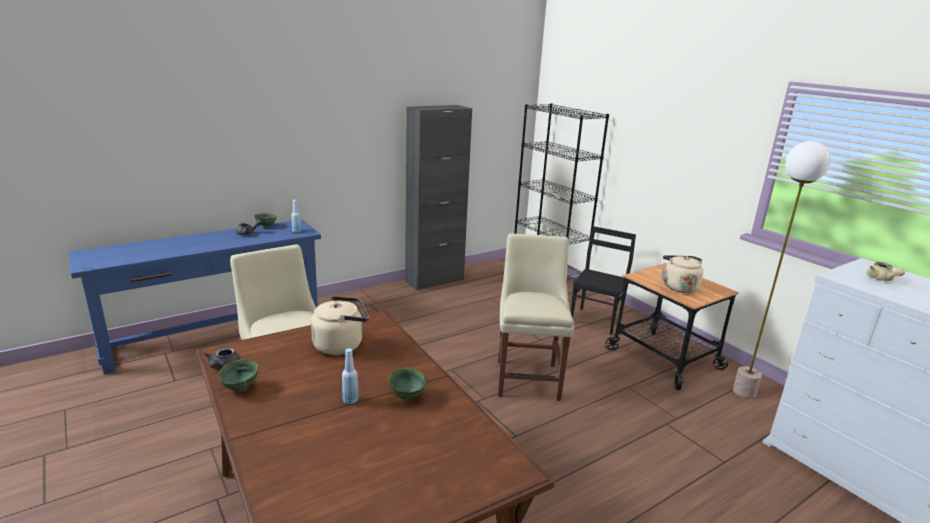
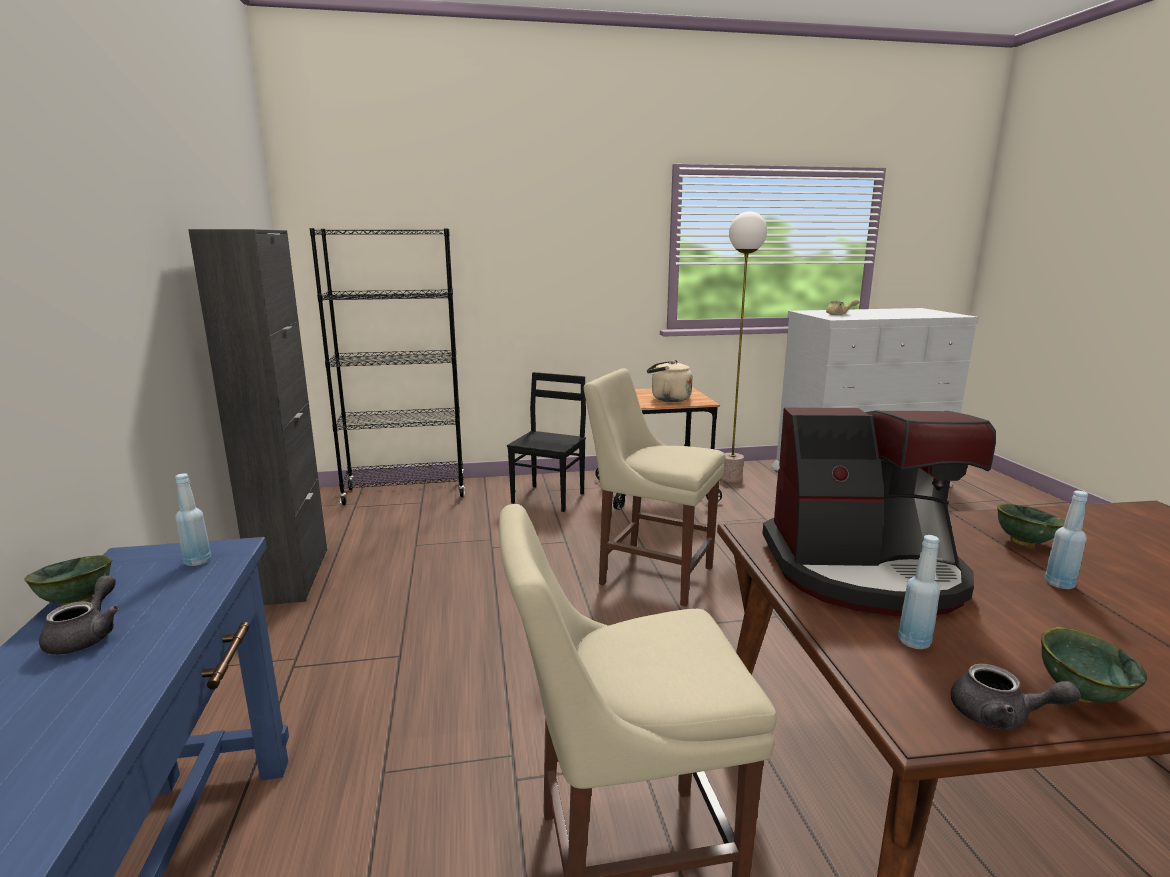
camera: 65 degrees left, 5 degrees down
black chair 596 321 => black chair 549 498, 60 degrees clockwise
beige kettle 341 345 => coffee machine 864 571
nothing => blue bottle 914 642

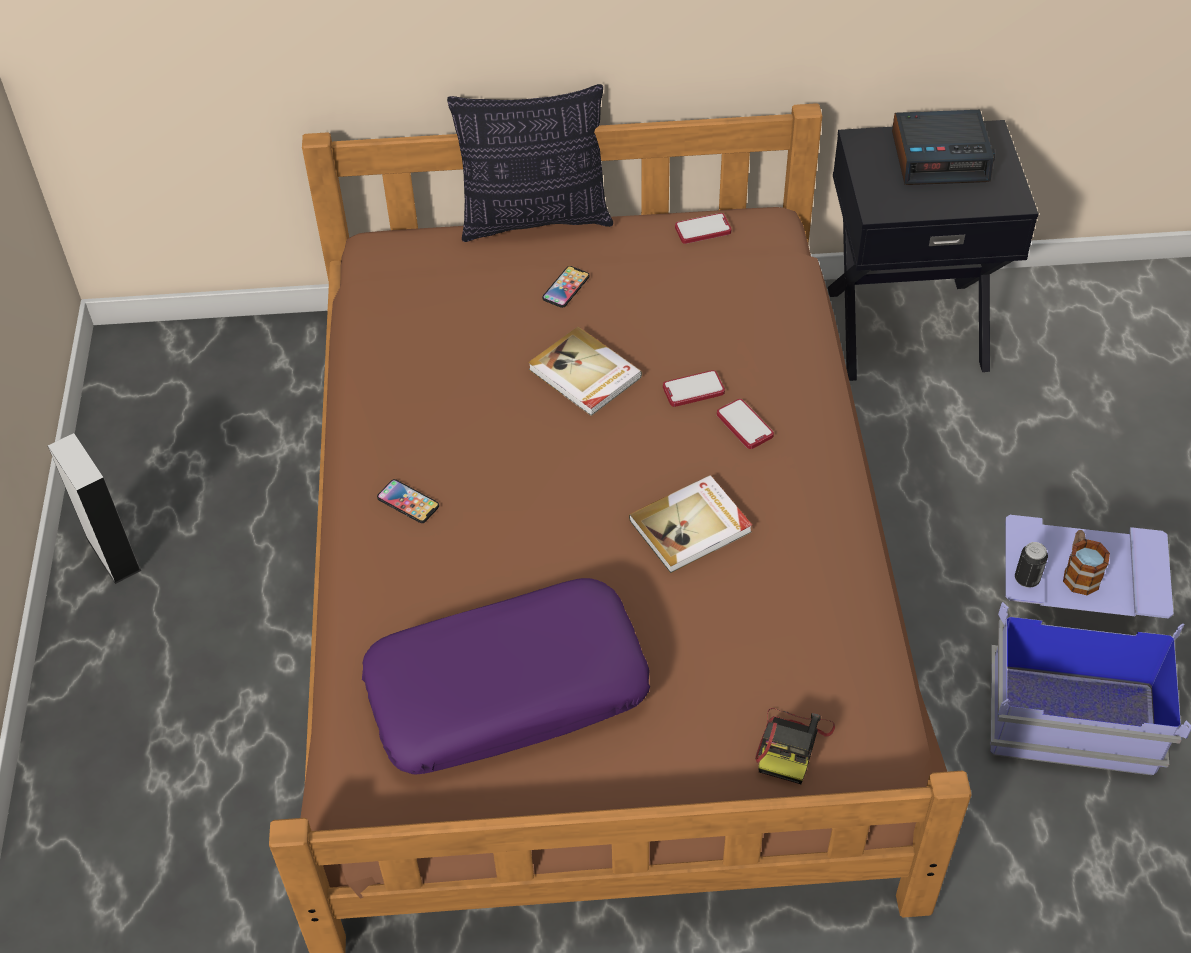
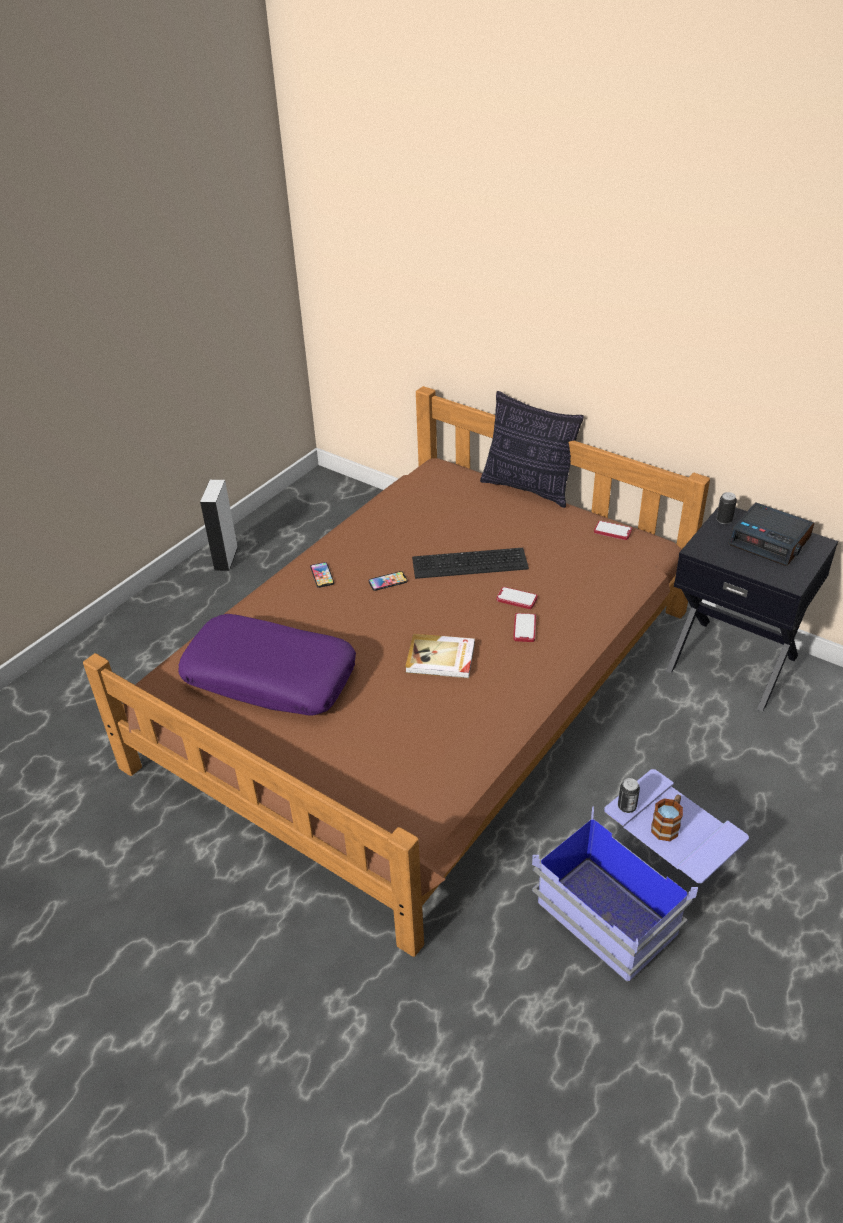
camera: 40 degrees right, 10 degrees down
phone 566 287 => phone 388 581, moved
book 584 375 => keyboard 469 565
photo camera 792 744 => nothing
nothing => can 724 520

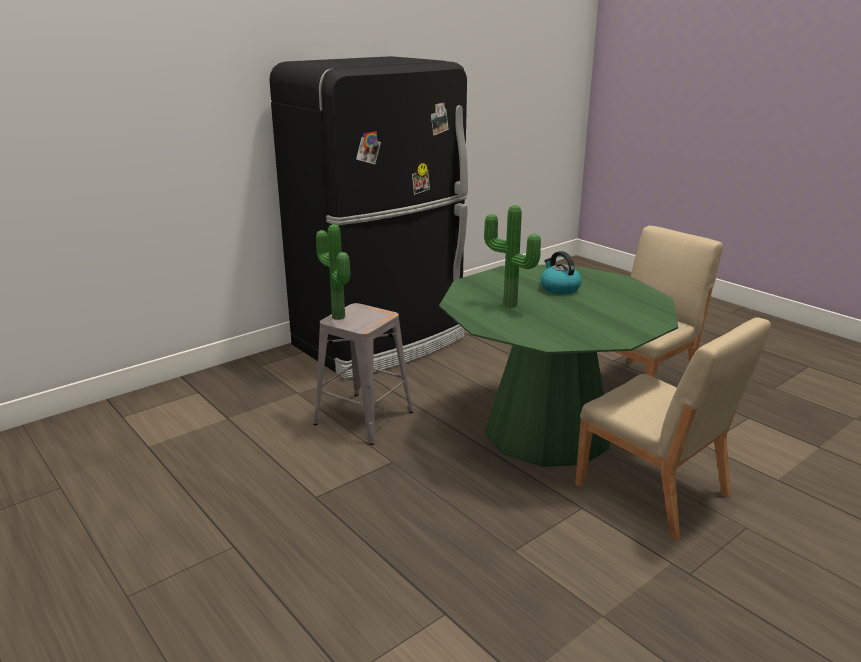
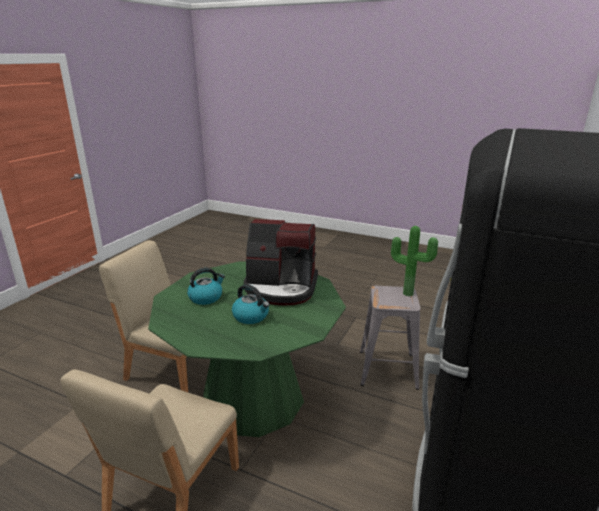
camera: 155 degrees right, 0 degrees up
potted plant 508 306 => coffee machine 281 288
nothing => kettle 206 297

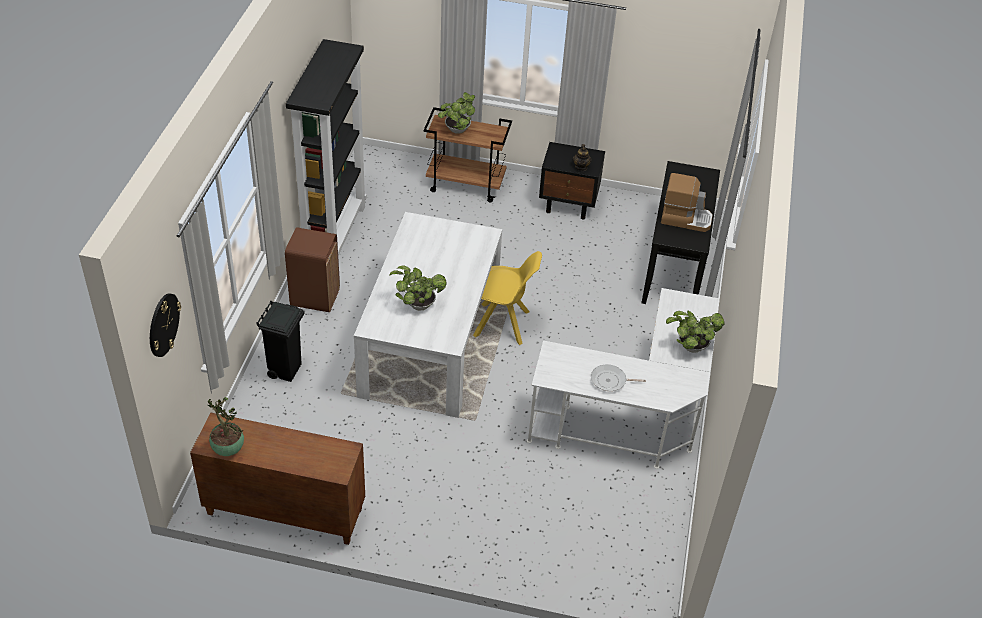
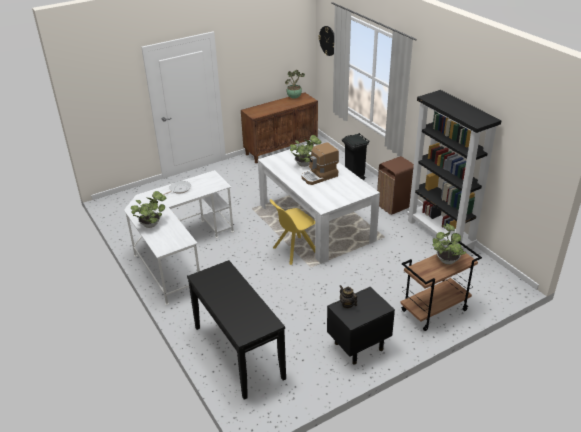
camera: 140 degrees right, 10 degrees down
coffee machine 685 218 => coffee machine 319 176, moved

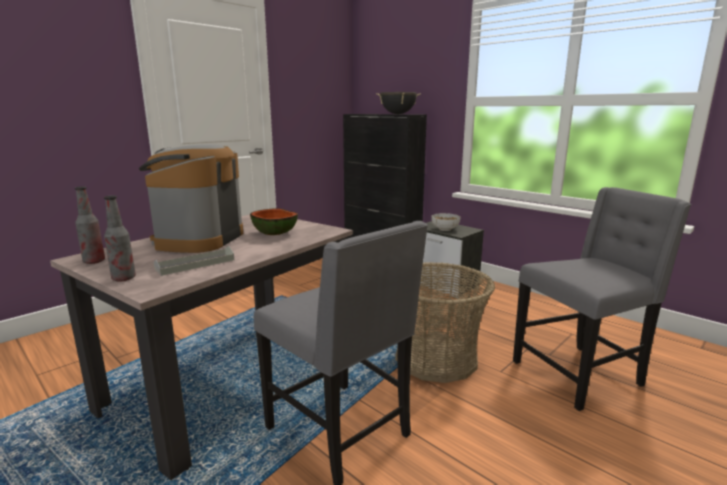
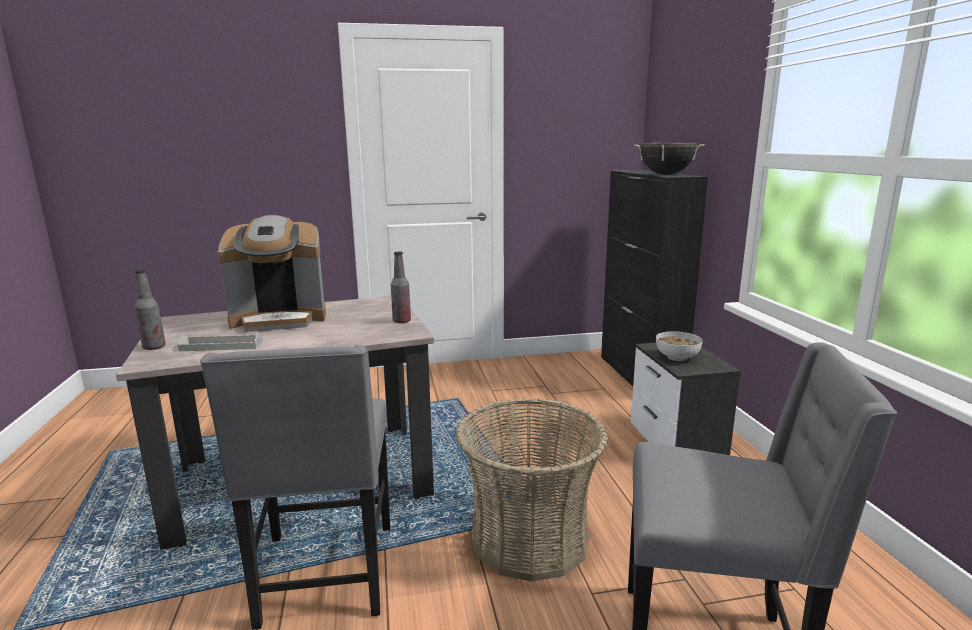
camera: 35 degrees right, 0 degrees up
coffee machine 198 239 => coffee machine 280 319, 150 degrees counterclockwise
bottle 94 261 => bottle 401 321, moved
bowl 275 233 => nothing

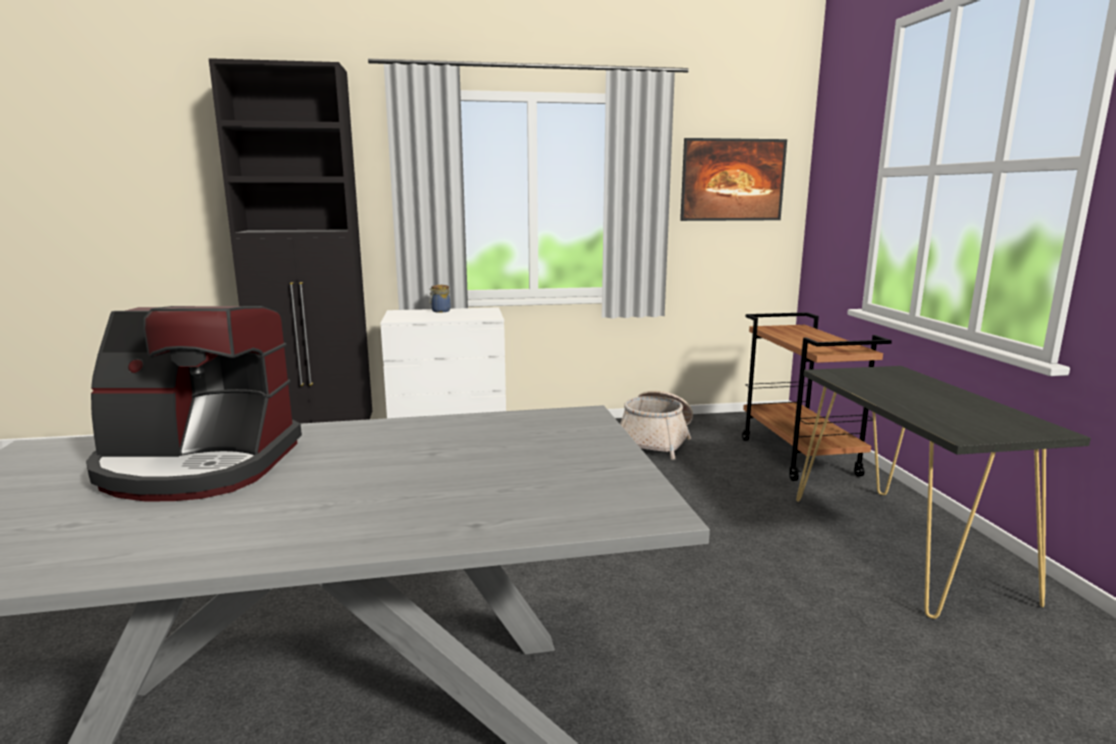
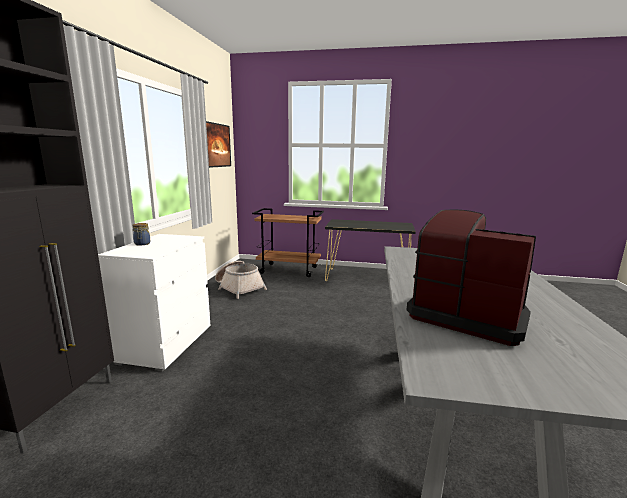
camera: 70 degrees left, 0 degrees up
coffee machine 198 466 => coffee machine 466 315, 75 degrees counterclockwise

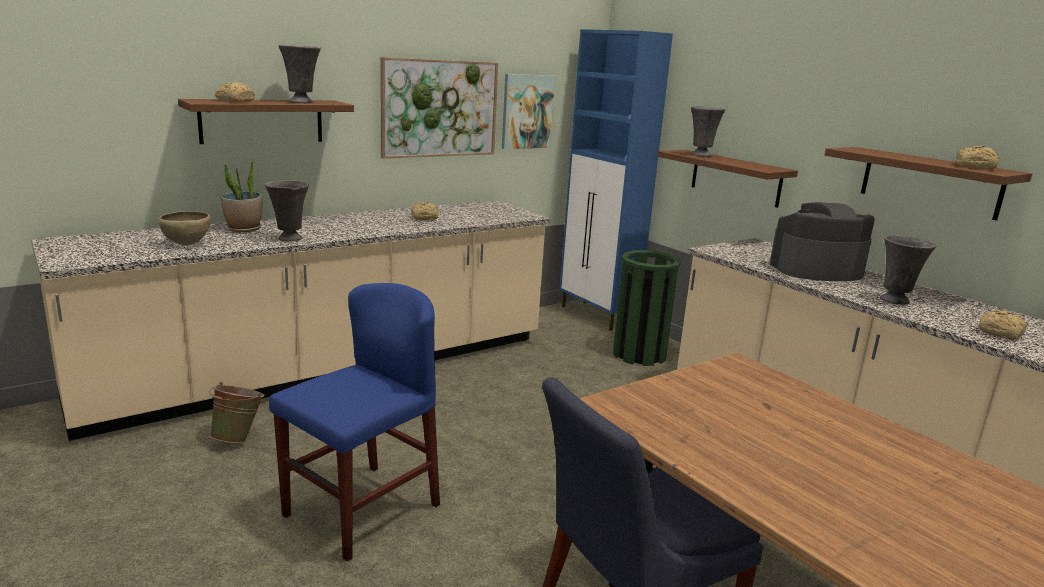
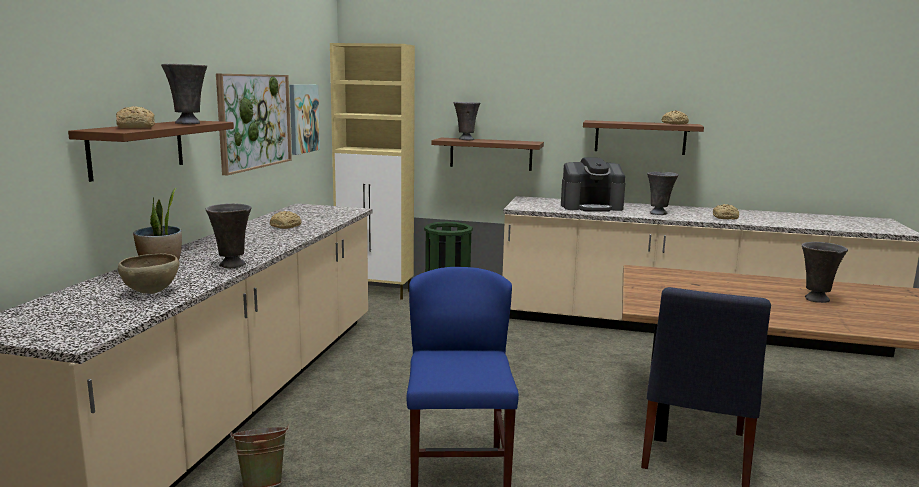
camera: 40 degrees left, 5 degrees down
blue cabinet 597 316 => beige cabinet 376 292
coffee machine 816 270 => coffee machine 591 207, 135 degrees counterclockwise
nothing => grey vase 816 300

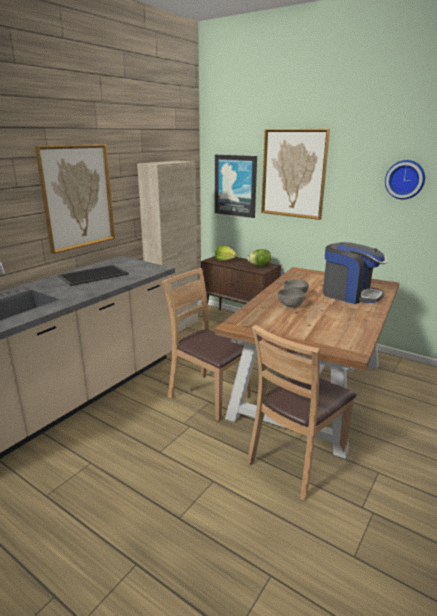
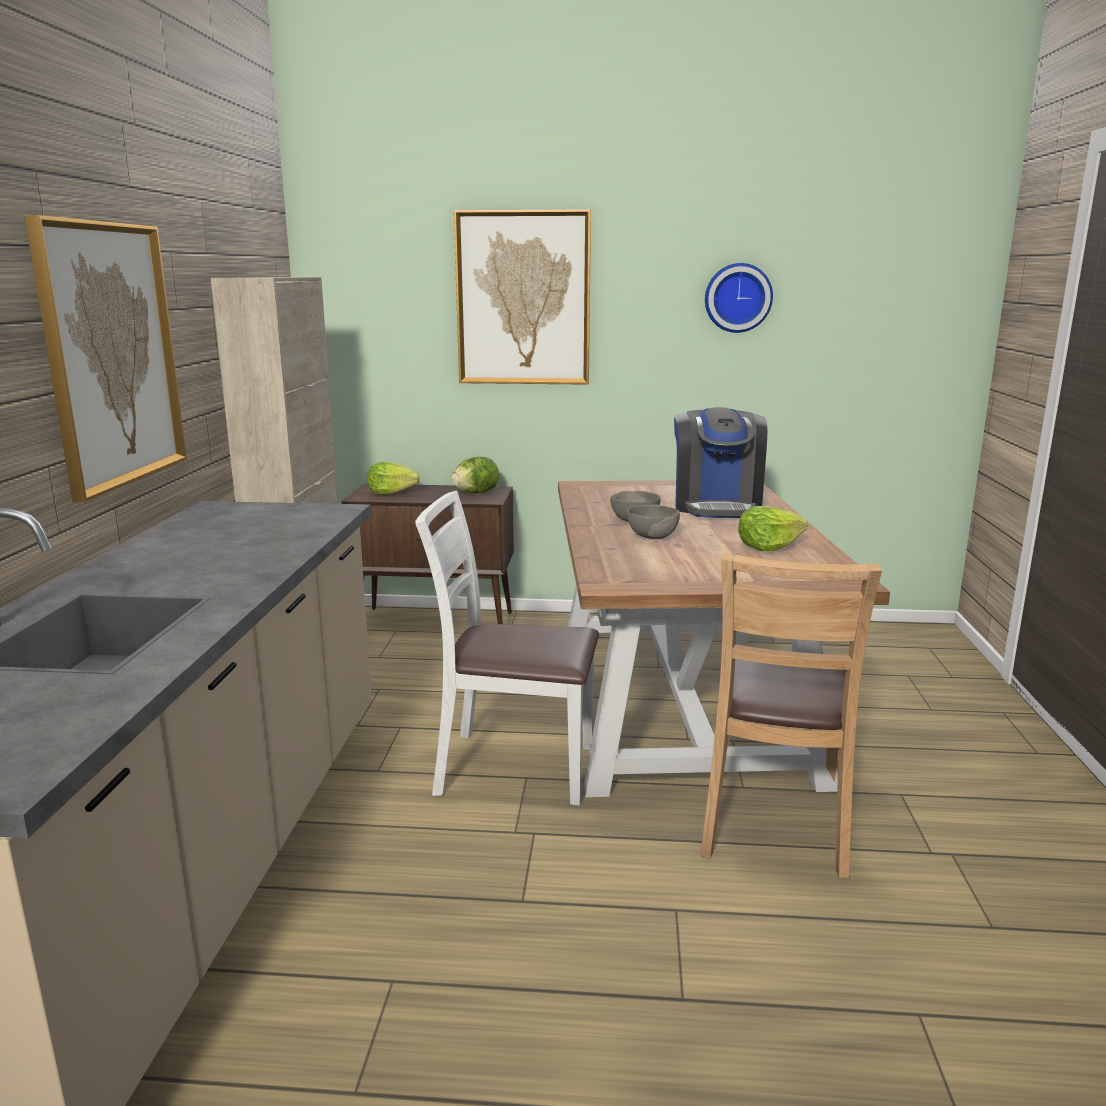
camera: 30 degrees left, 5 degrees down
picture 235 186 => nothing
coffee machine 350 294 => coffee machine 716 506, 90 degrees clockwise
tray 93 275 => nothing
brown chair 208 396 => white chair 513 768
nothing => lettuce 768 547

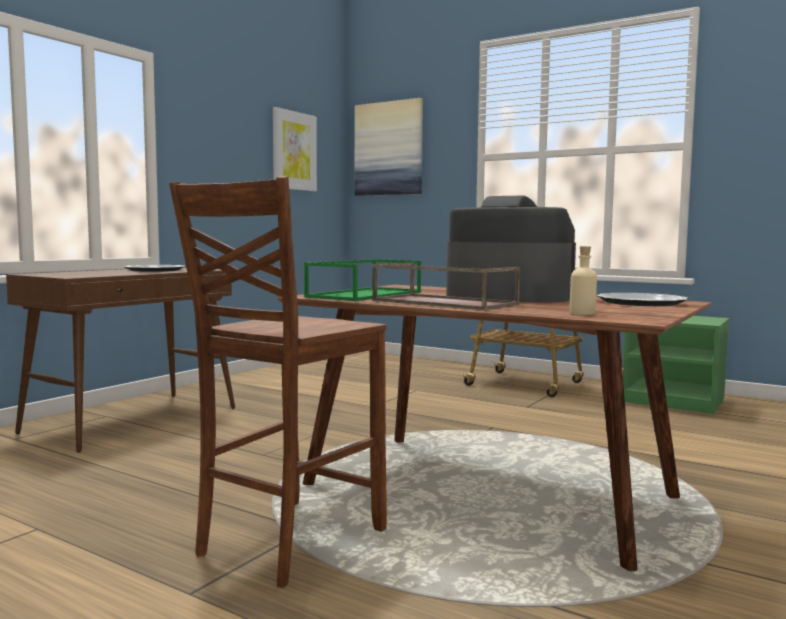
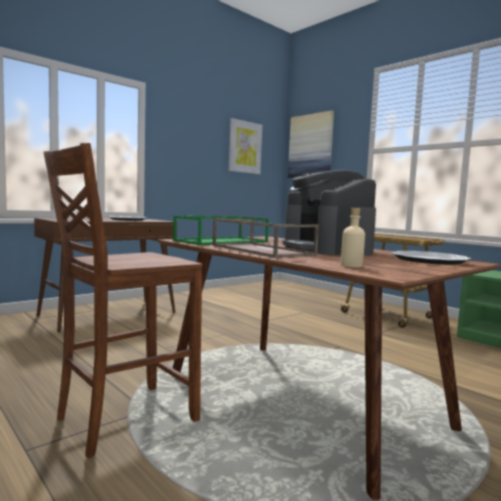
camera: 15 degrees right, 0 degrees up
coffee machine 508 296 => coffee machine 326 249, 150 degrees counterclockwise

